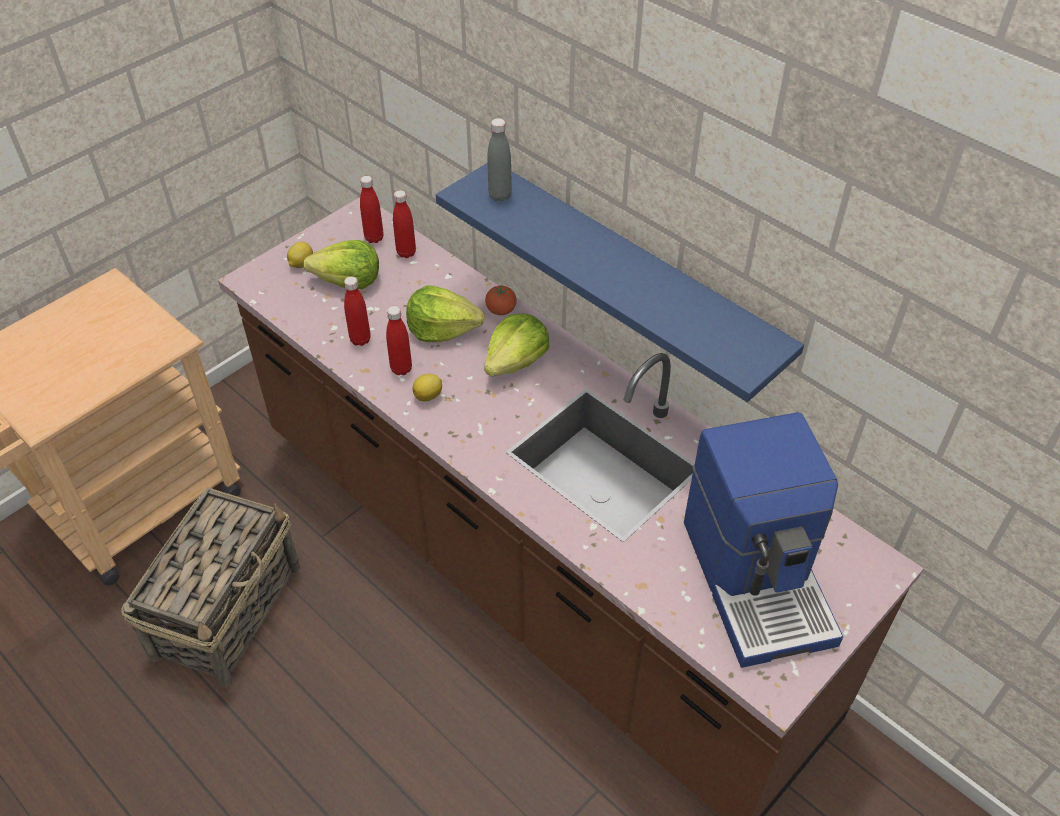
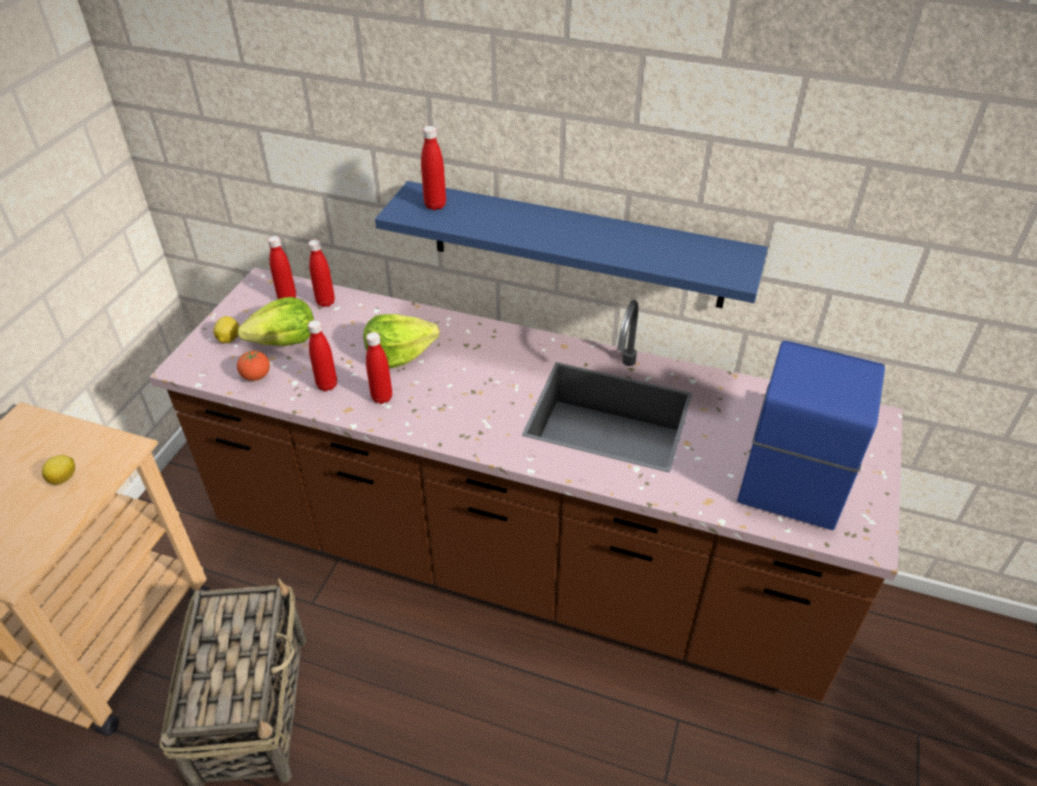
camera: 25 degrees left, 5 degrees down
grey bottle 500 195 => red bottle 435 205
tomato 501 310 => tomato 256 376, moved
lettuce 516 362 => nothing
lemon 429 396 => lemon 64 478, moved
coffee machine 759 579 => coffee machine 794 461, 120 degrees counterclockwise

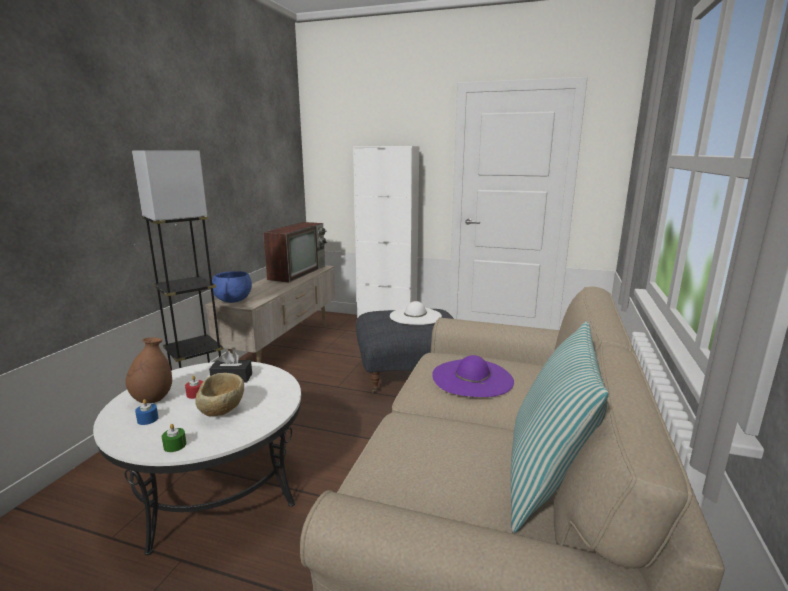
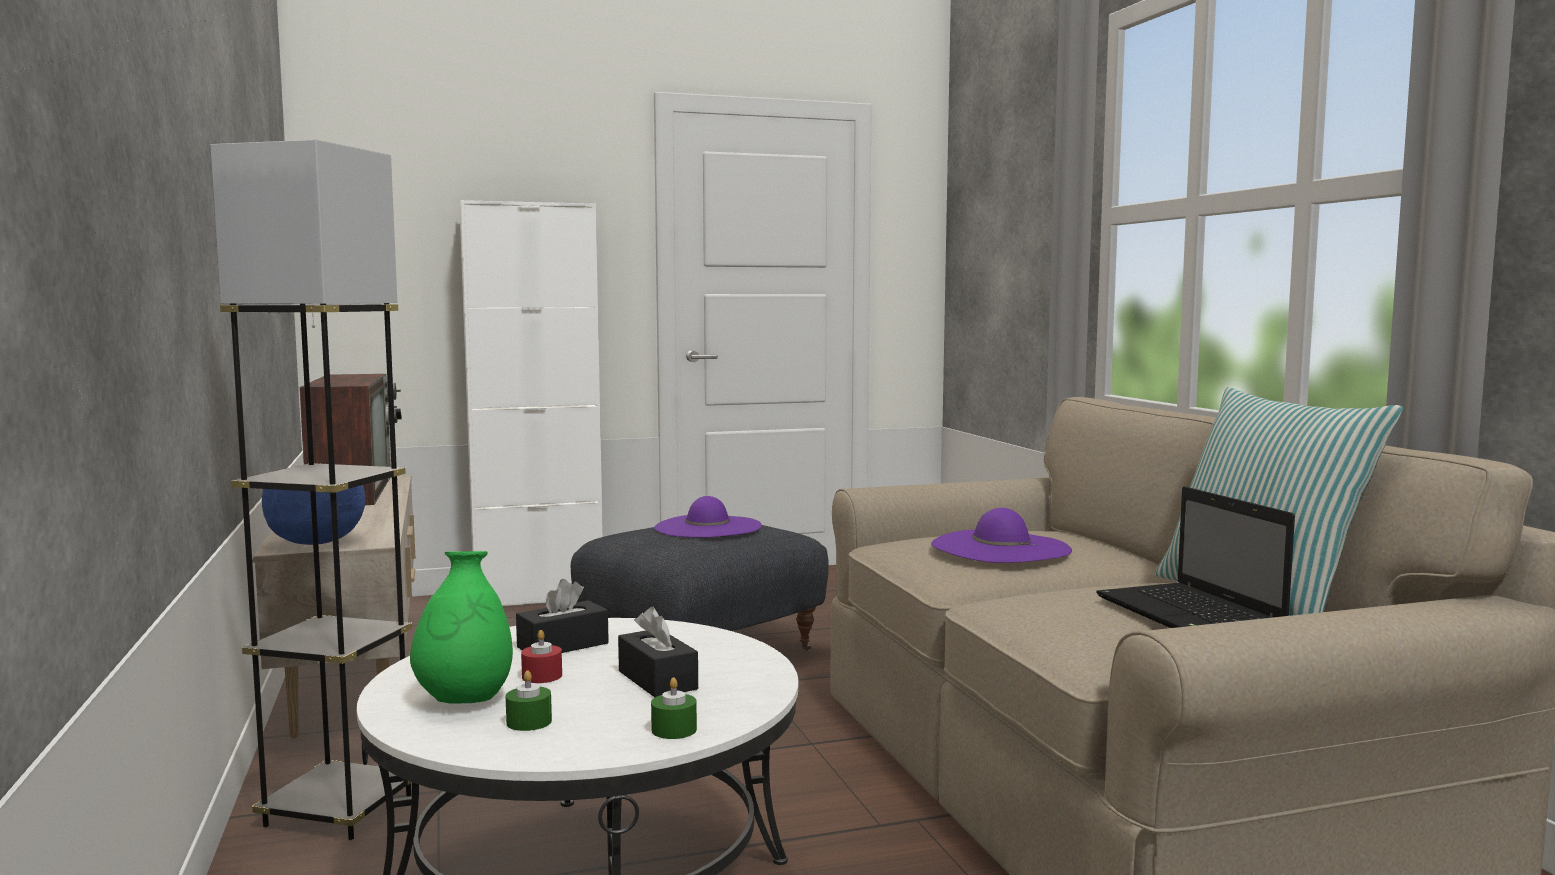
camera: 35 degrees left, 10 degrees down
white hat 415 316 => purple hat 708 527
brown vase 153 399 => green vase 464 701
beige bowl 222 412 => black tissue box 657 680
blue candle 148 419 => green candle 529 722
nothing => laptop 1192 616

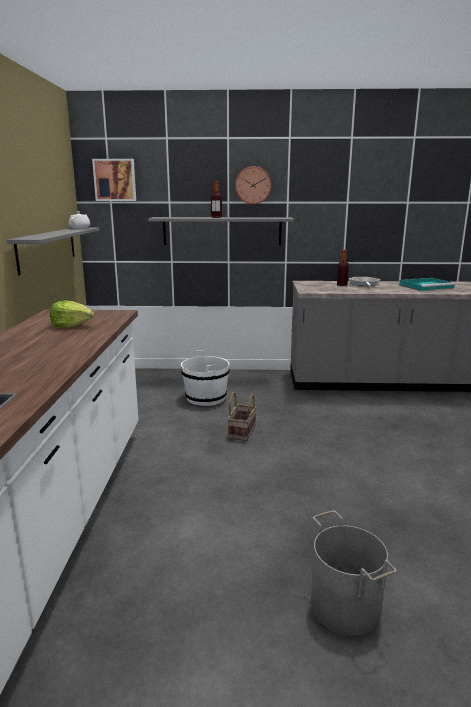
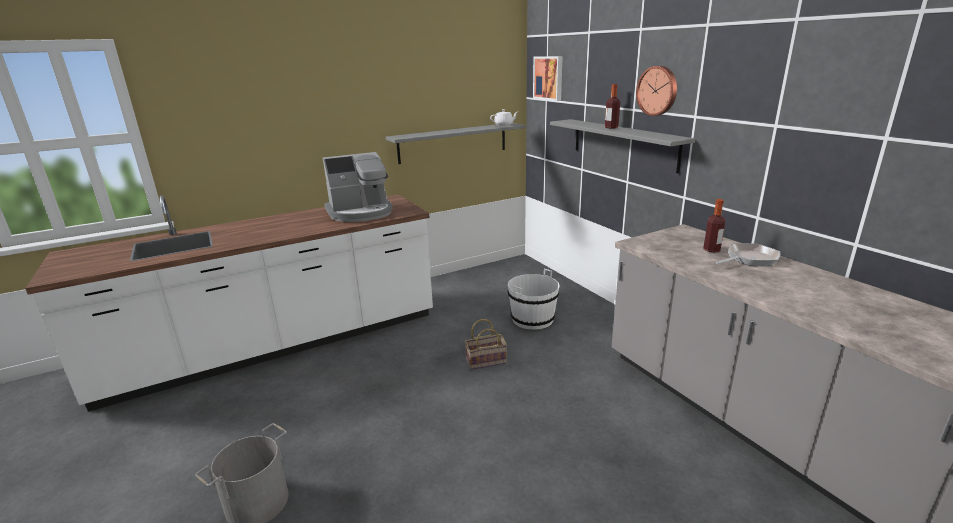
camera: 60 degrees right, 5 degrees up
turquoise tray 426 286 => nothing
lettuce 71 325 => coffee machine 360 212

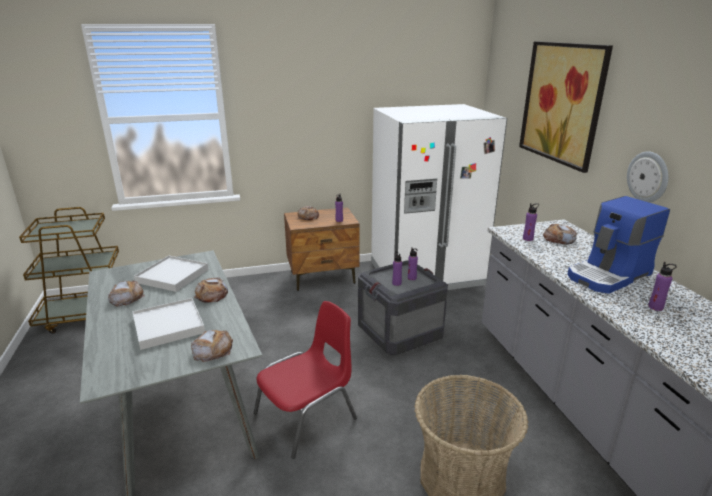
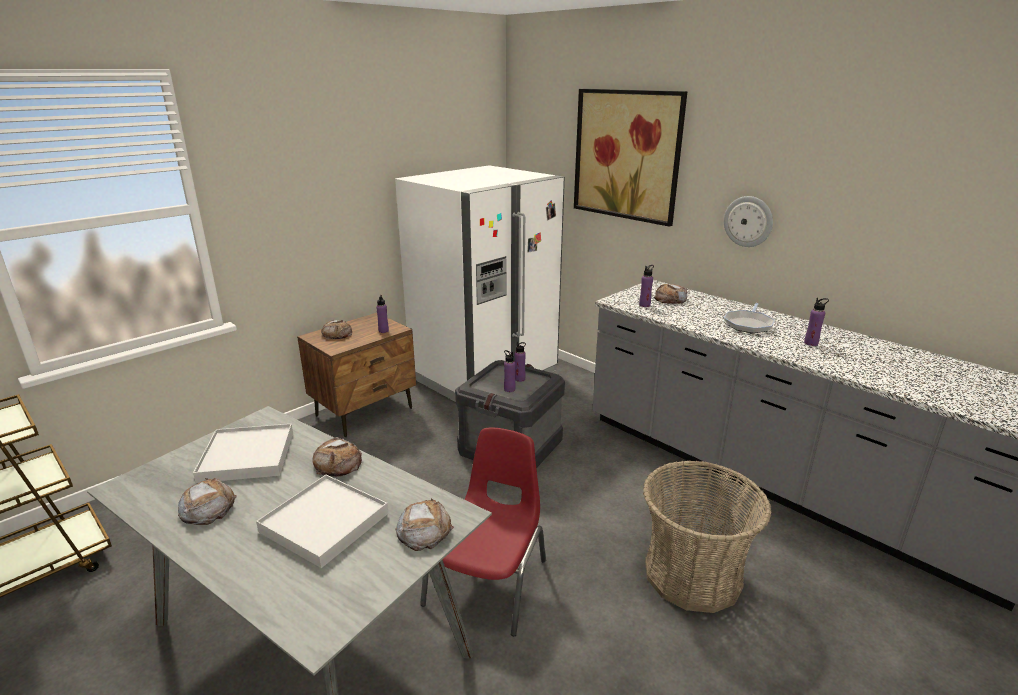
camera: 30 degrees left, 0 degrees up
coffee machine 609 275 => frying pan 748 324

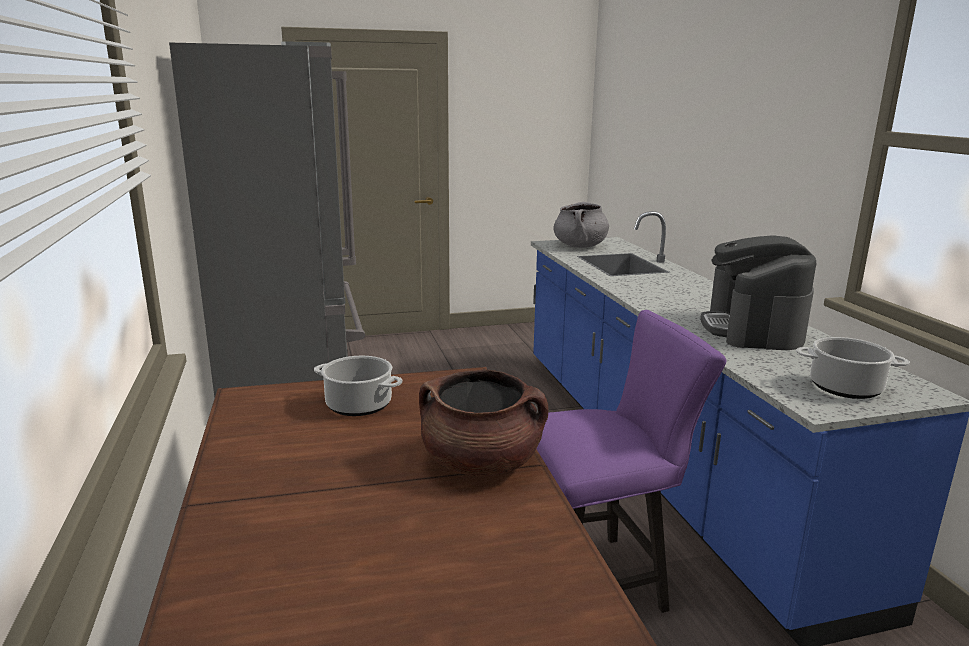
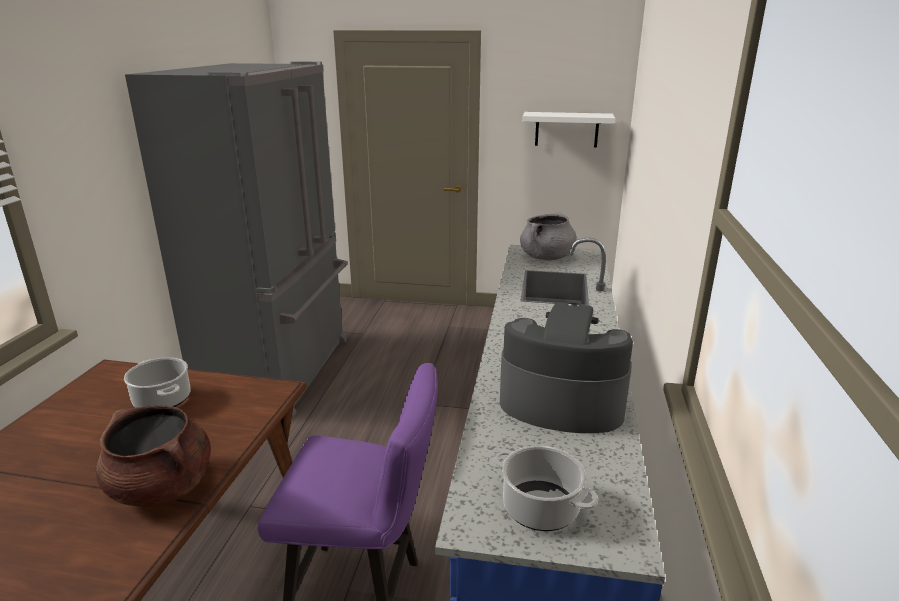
camera: 25 degrees right, 5 degrees up
coffee machine 752 329 => coffee machine 561 401, 75 degrees clockwise
nothing => white shelf 566 129

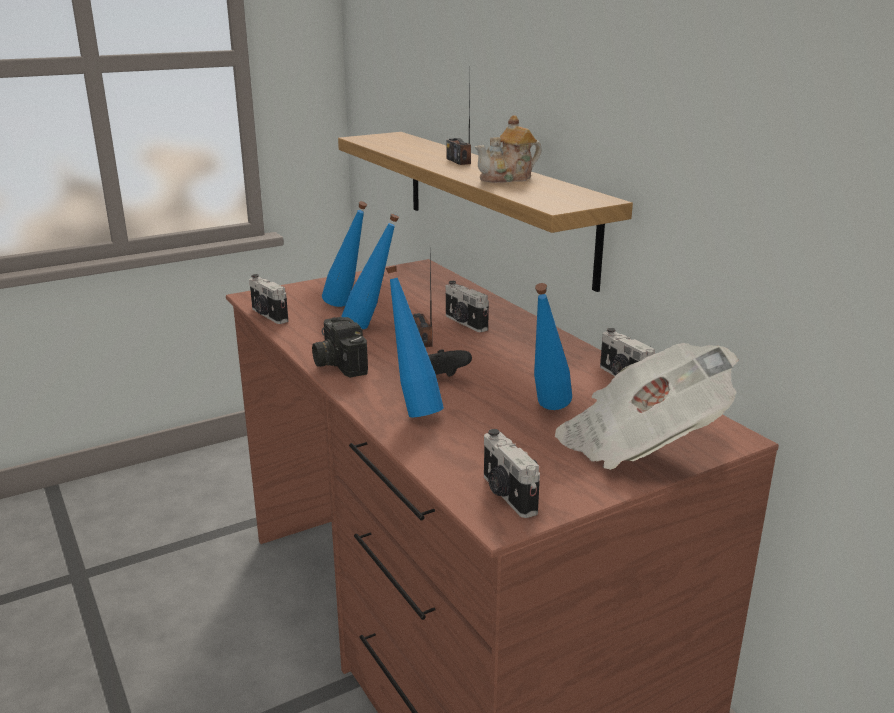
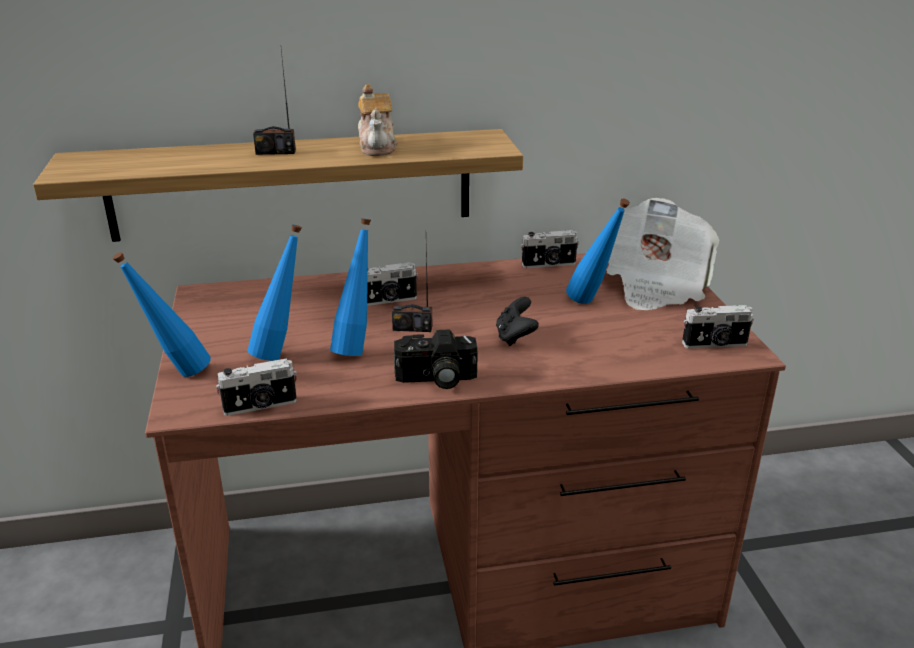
camera: 70 degrees left, 5 degrees up
blue bottle 413 410 => blue bottle 175 373, moved

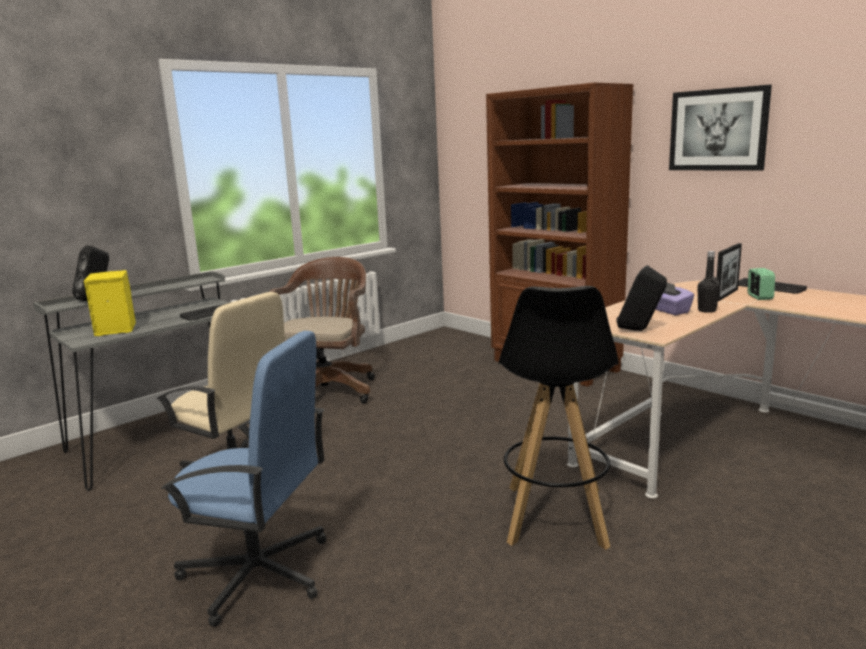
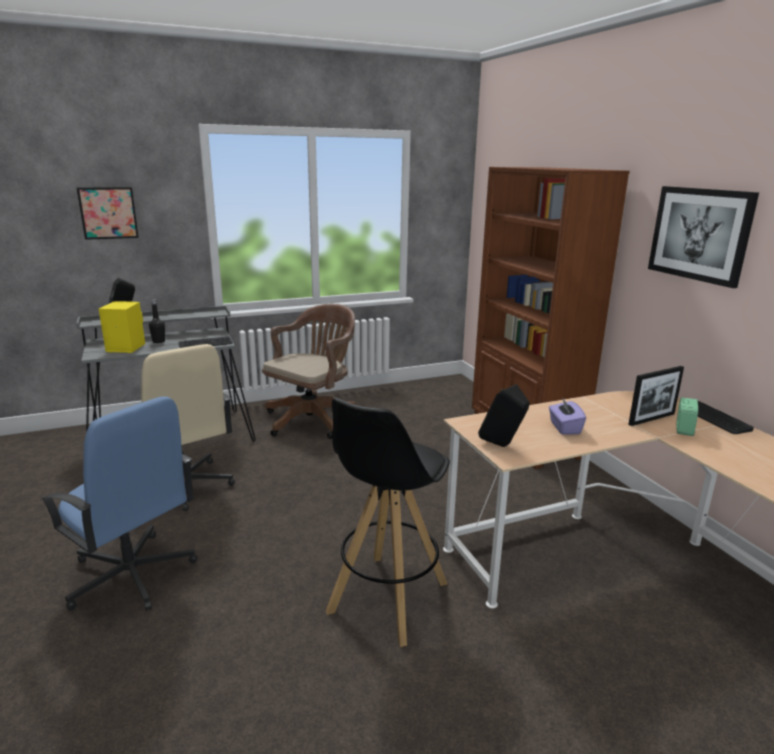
camera: 20 degrees right, 5 degrees up
black bottle 707 310 => black bottle 158 341, moved
nothing => picture 108 213

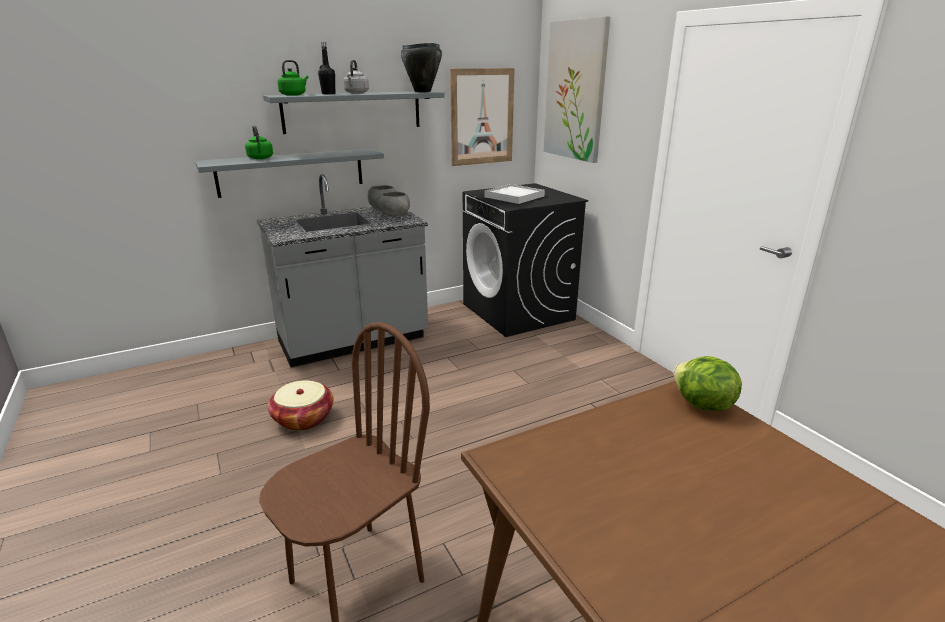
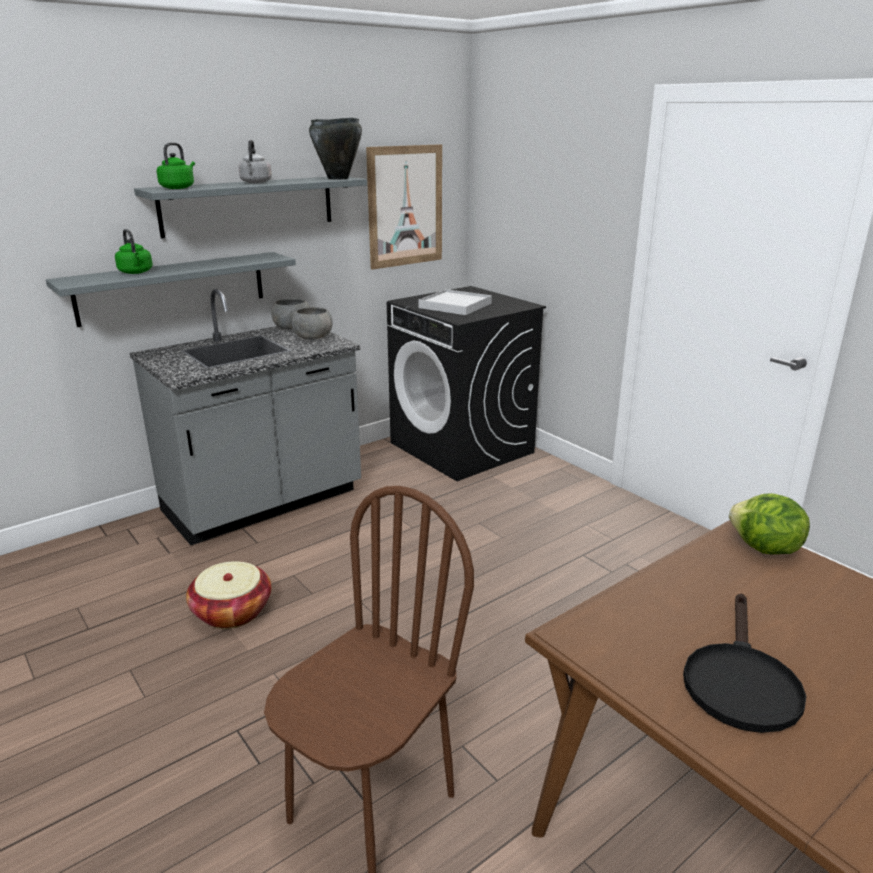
camera: 10 degrees left, 0 degrees up
picture 575 91 => nothing
black bottle 328 94 => nothing
nothing => black frying pan 739 680

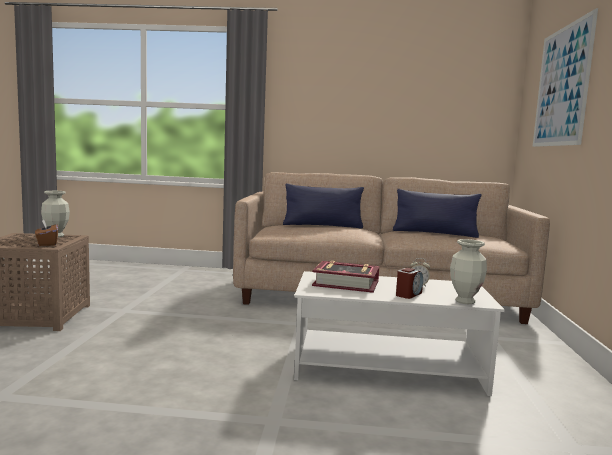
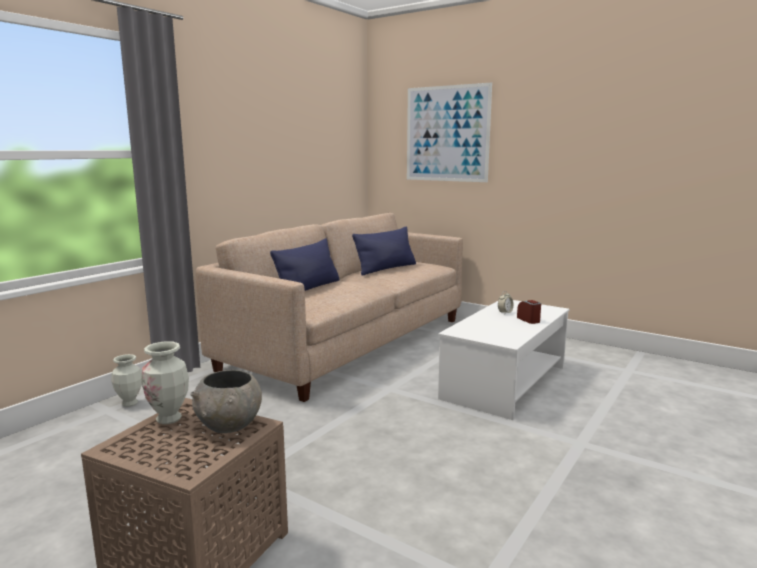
camera: 60 degrees left, 5 degrees up
brown tissue box 47 243 => grey bowl 229 427
vase 465 301 => vase 129 403, moved
book 346 283 => nothing

